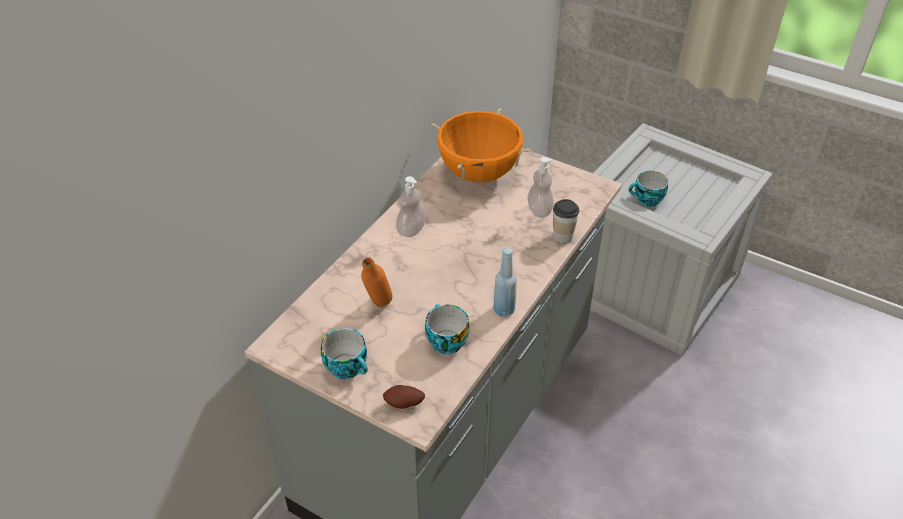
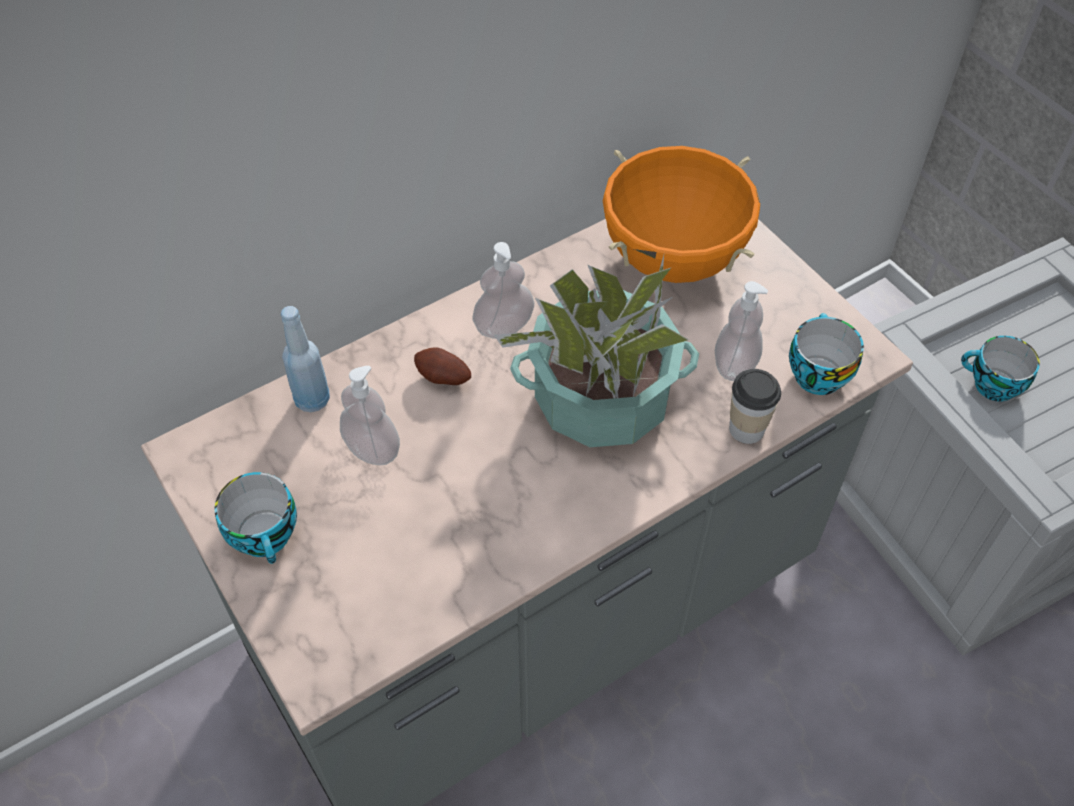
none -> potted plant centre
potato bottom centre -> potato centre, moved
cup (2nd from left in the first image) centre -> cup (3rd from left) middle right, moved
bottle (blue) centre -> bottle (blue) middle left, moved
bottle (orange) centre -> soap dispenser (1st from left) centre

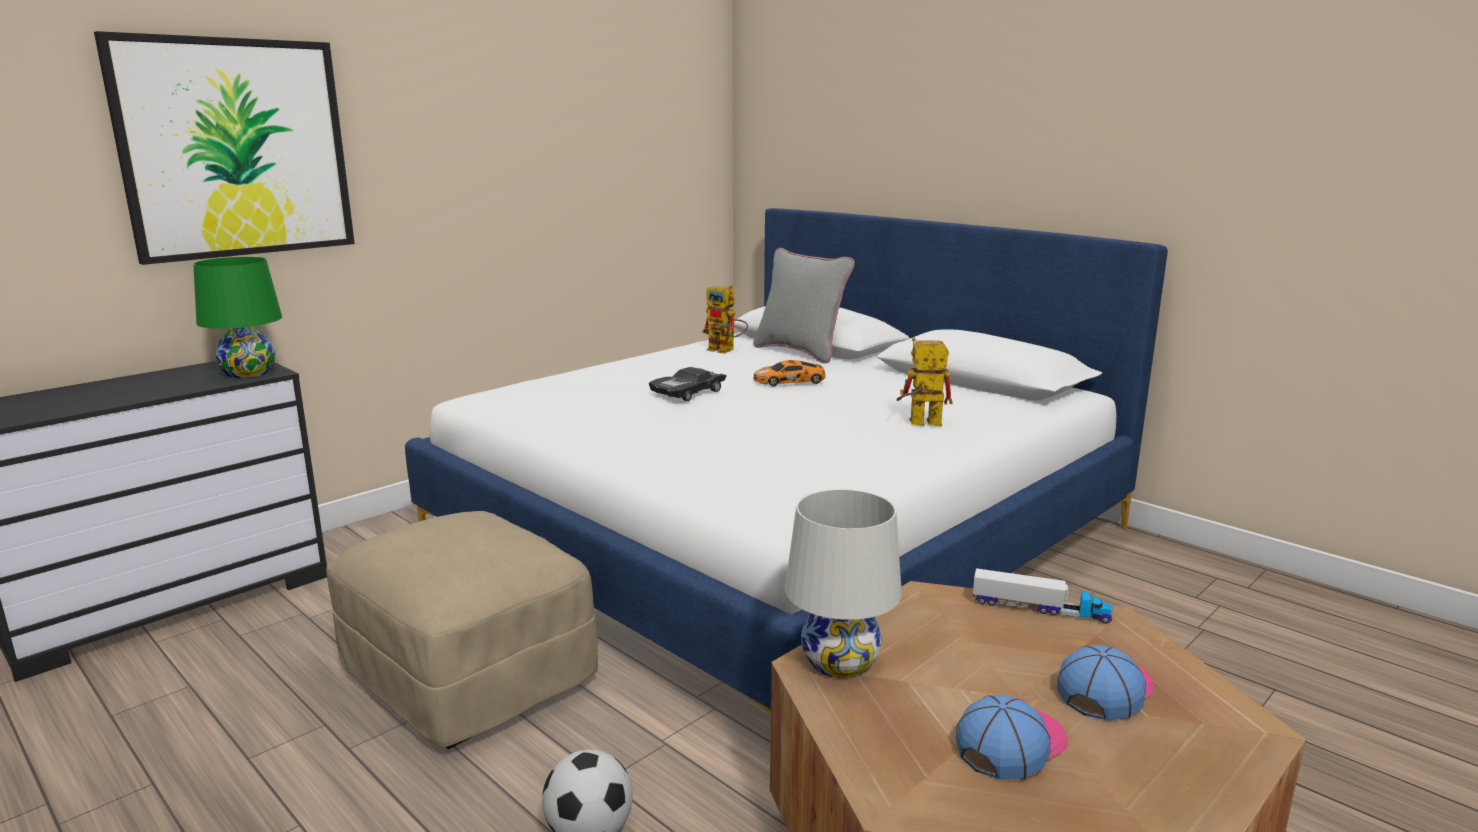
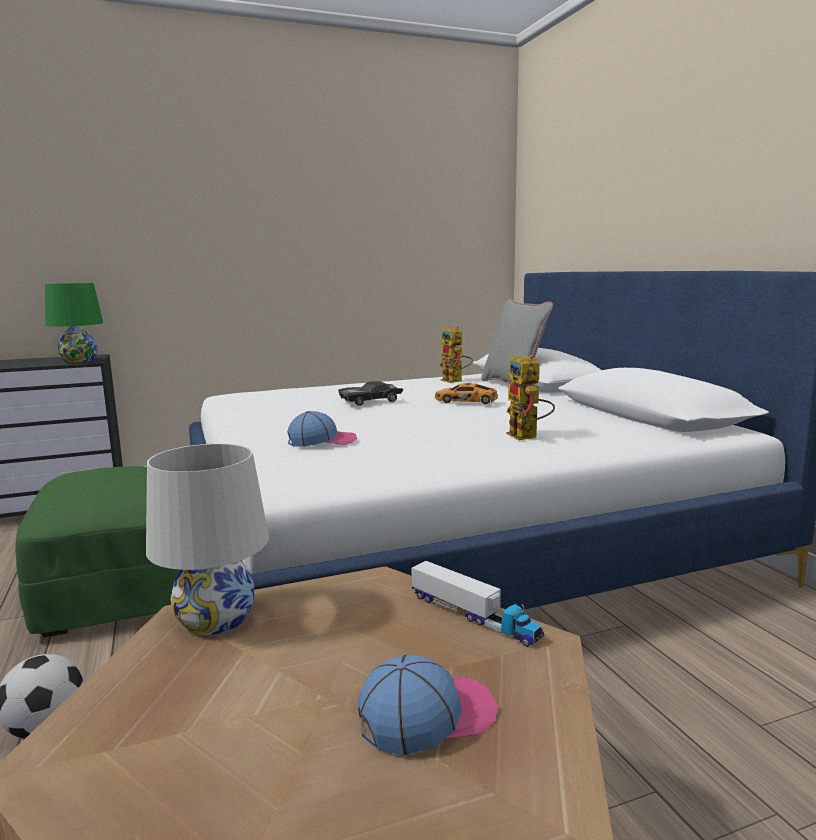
picture top left -> none
cap (1st from left) bottom right -> cap (1st from left) centre, moved
ottoman (beige) bottom left -> ottoman (green) middle left
toy robot (2nd from left) centre, 135 degrees counterclockwise

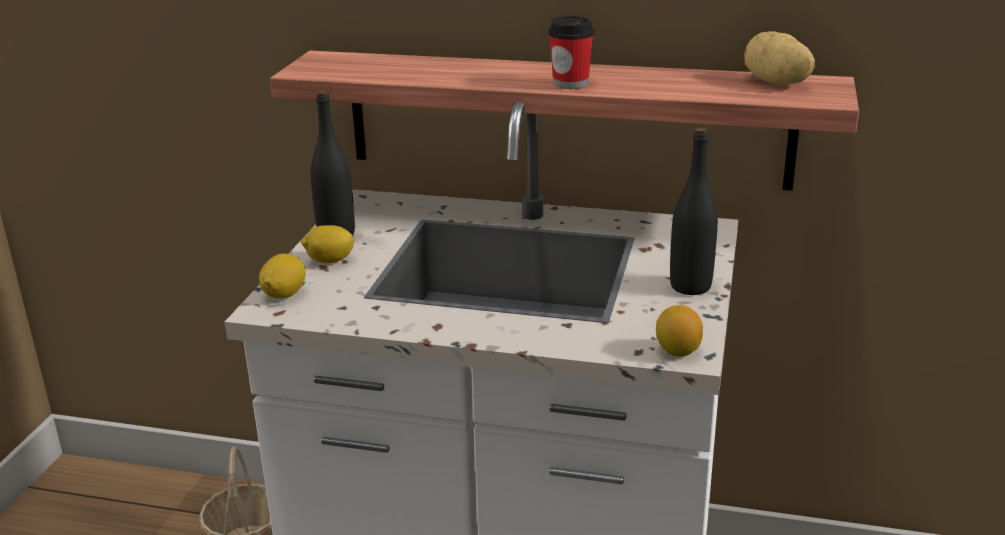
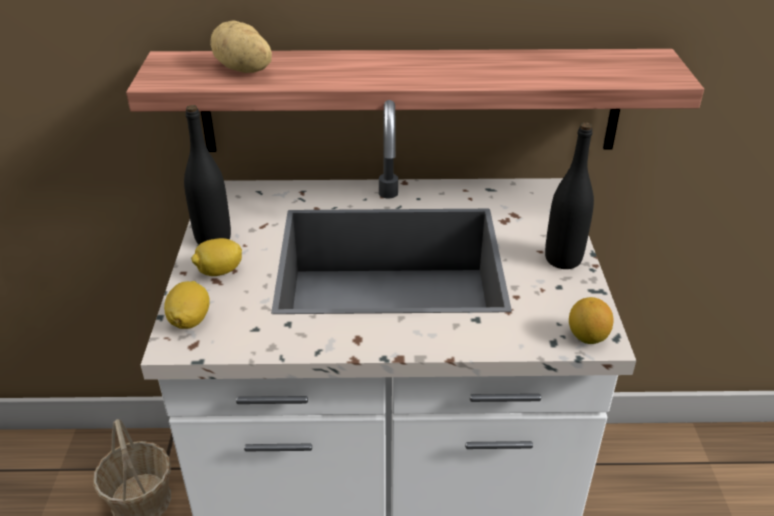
cup top centre -> none
potato top right -> potato top left, moved

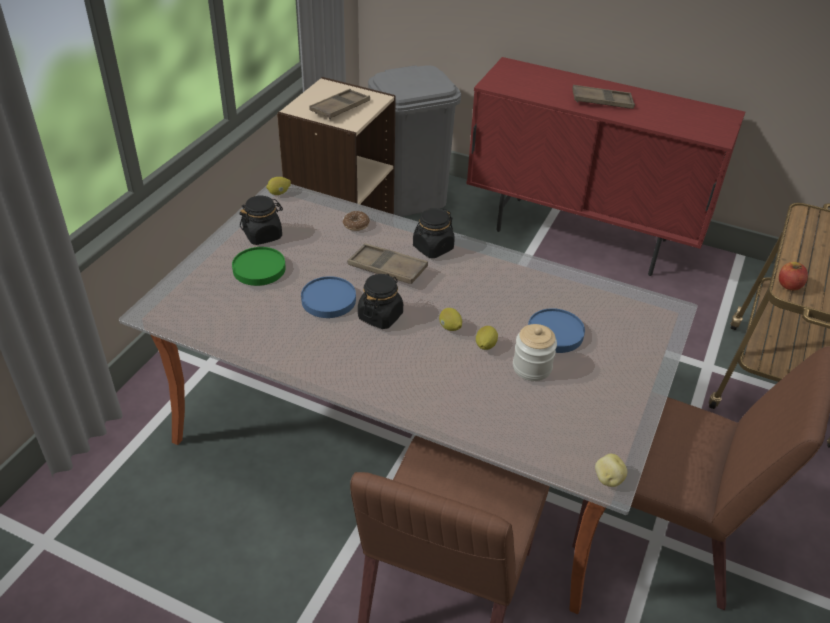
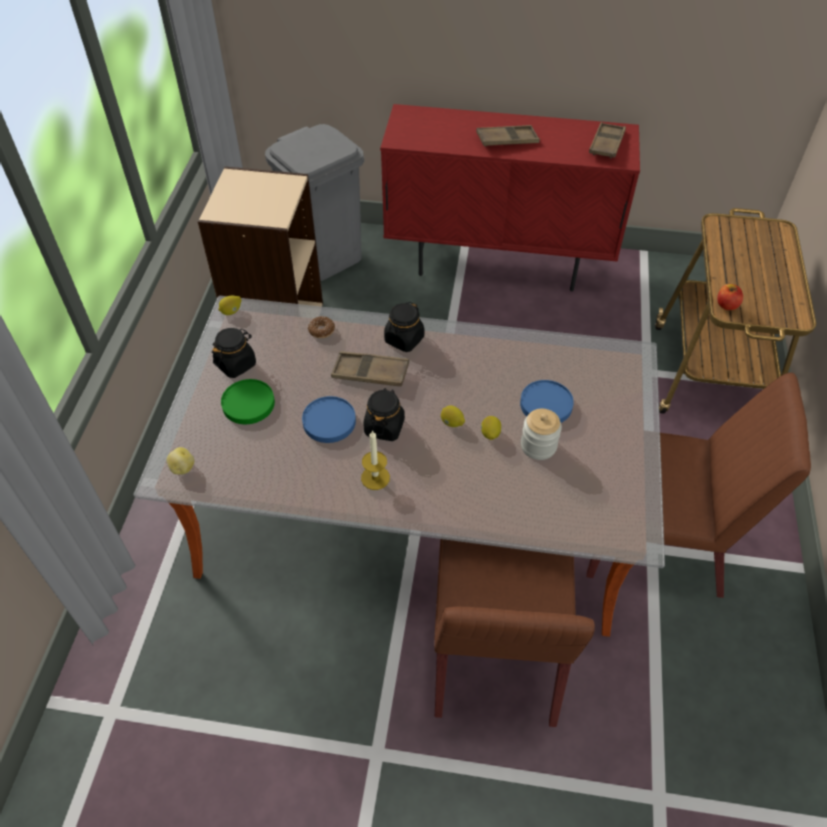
none -> candle centre
tray (brown) (1st from left in the first image) top centre -> tray (brown) (3rd from left) top right, moved
potato bottom right -> potato middle left, moved

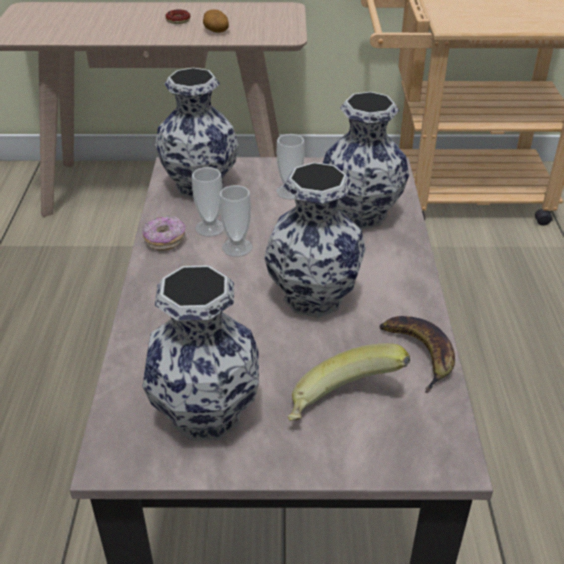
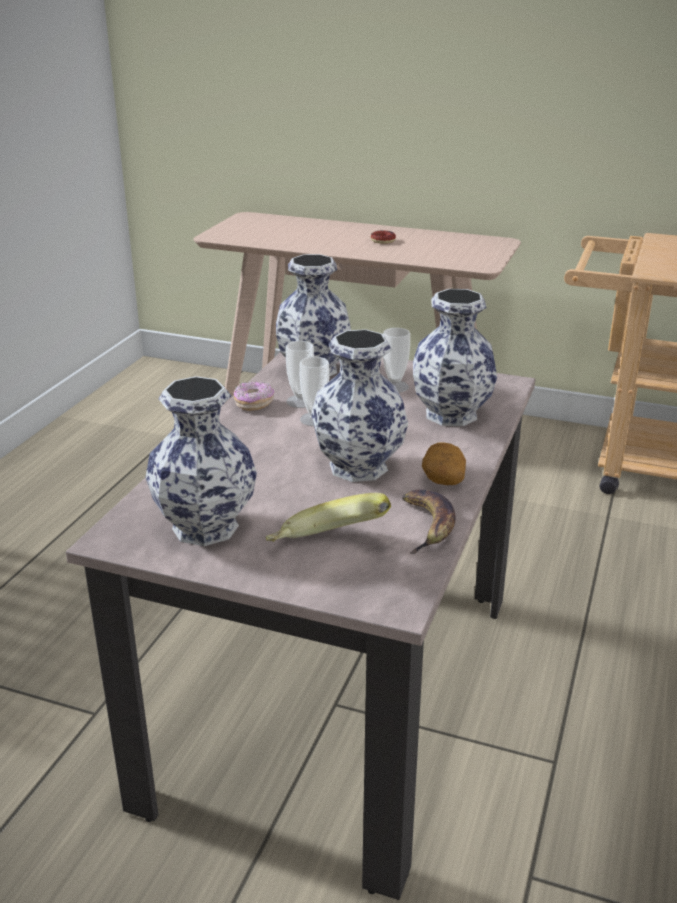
potato top centre -> potato centre, moved

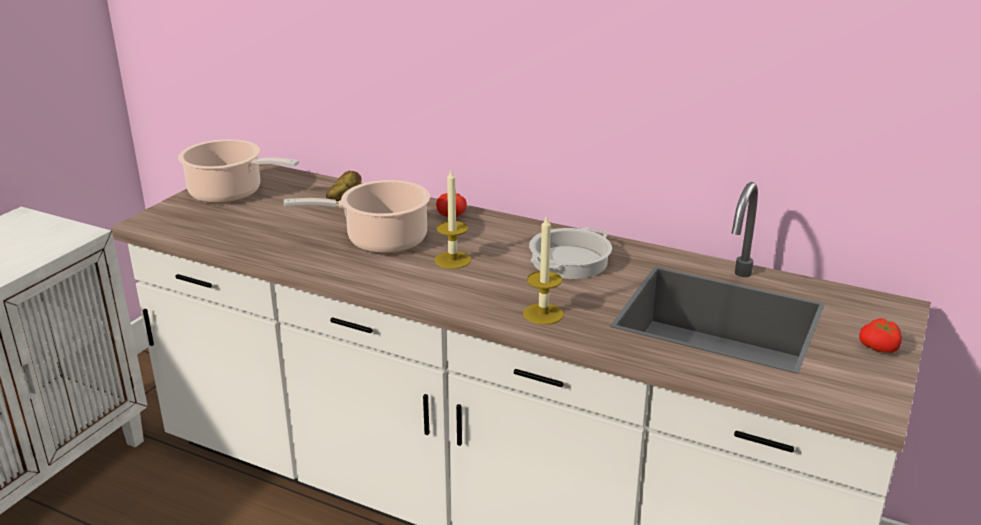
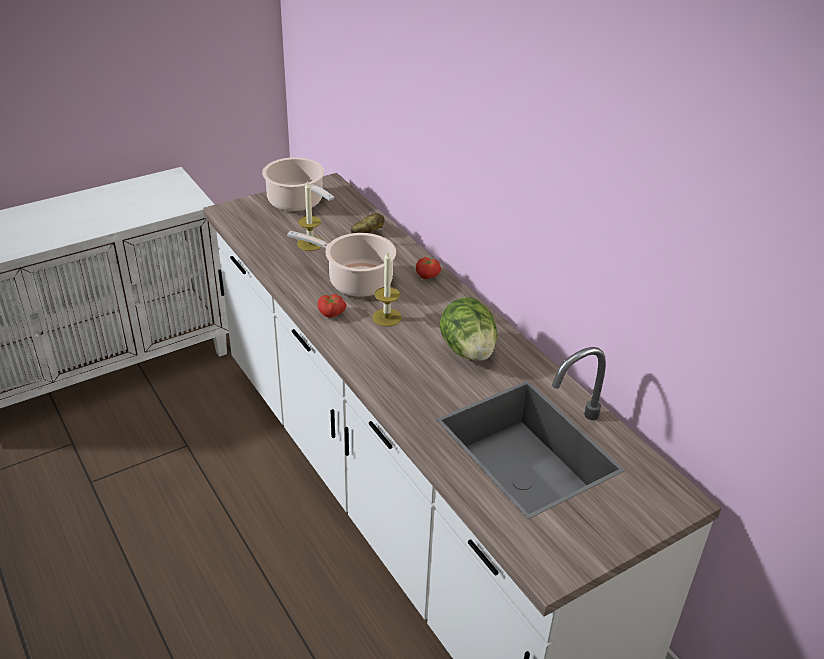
candle (2nd from left in the first image) centre -> candle (1st from left) top centre, moved
tomato (2nd from left in the first image) middle right -> tomato (1st from left) centre, moved
cooking pot (3rd from left) centre -> lettuce centre

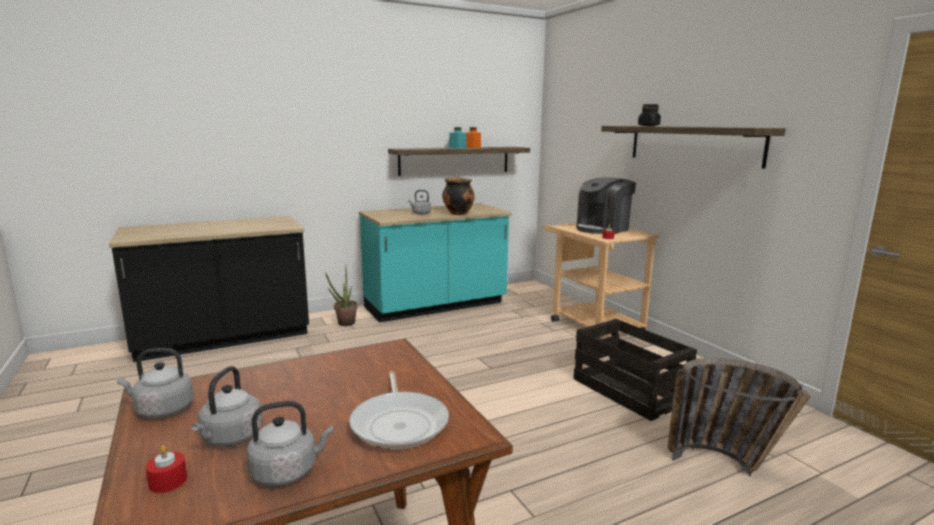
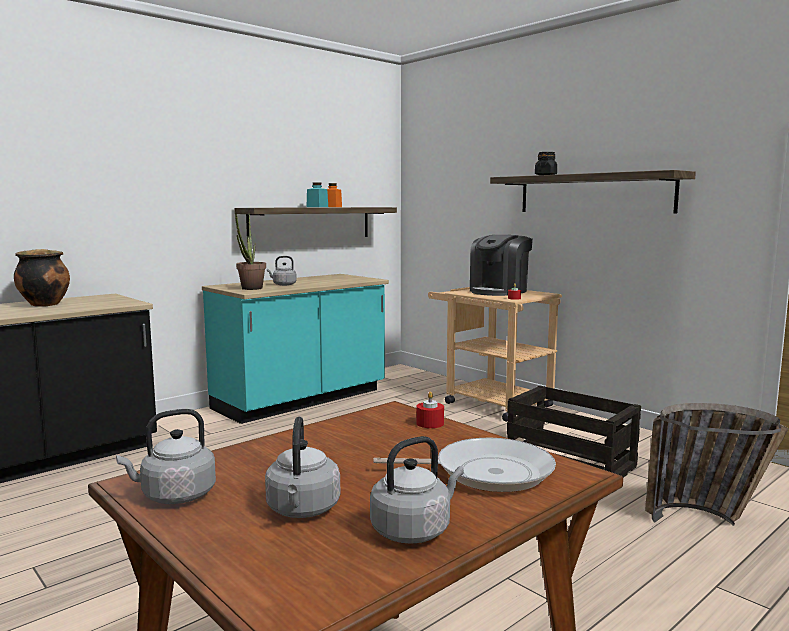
candle (red) (1st from left) bottom left -> candle (red) (1st from left) centre, moved
potted plant centre -> potted plant middle left, moved
cooking pot centre -> cooking pot middle left, moved
frying pan bottom centre, 60 degrees counterclockwise

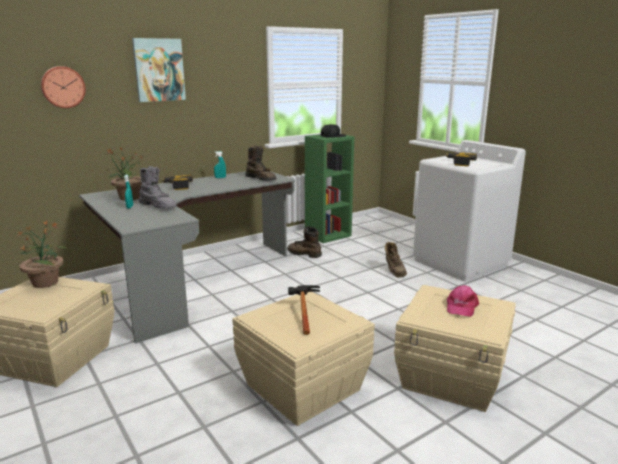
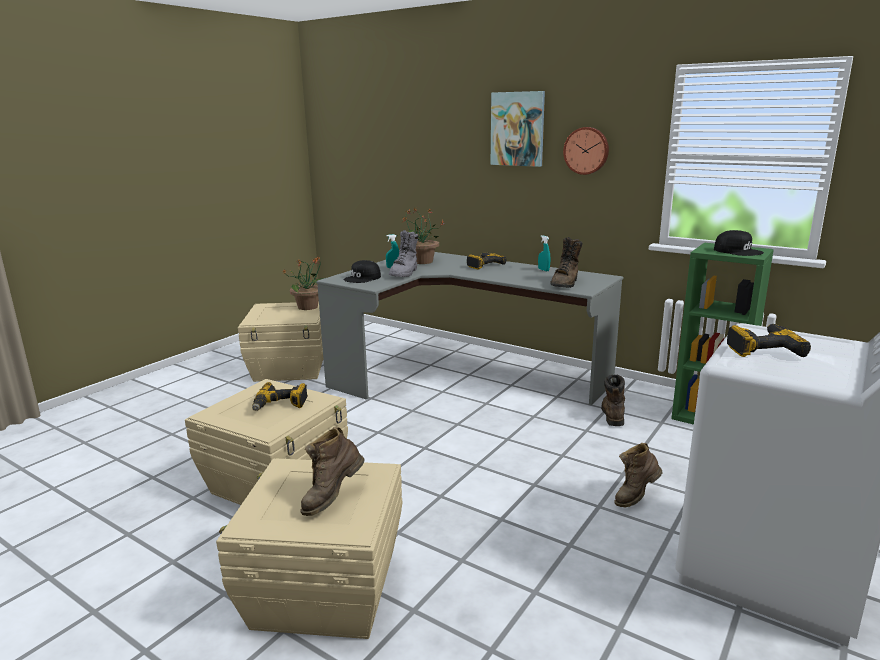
none -> cap (black) (1st from left) centre
wall clock top left -> wall clock top centre, moved
hammer bottom centre -> power drill (1st from left) middle left
cap (pink) middle right -> boot (brown) (1st from left) bottom centre

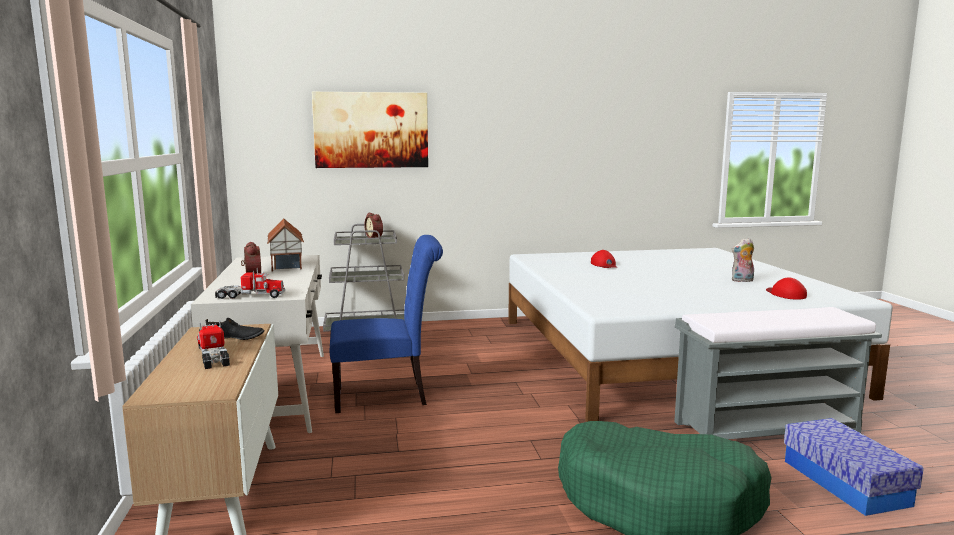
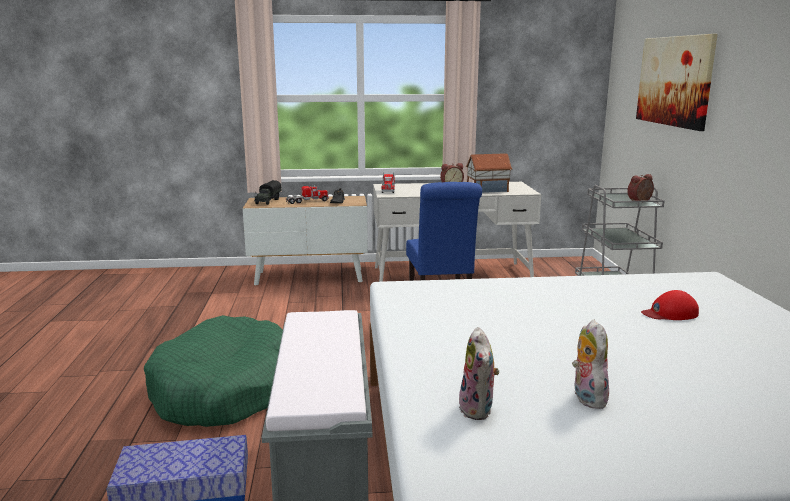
none -> toy truck (1st from left) centre
cap (red) (2nd from left) middle right -> plush toy (1st from left) bottom centre

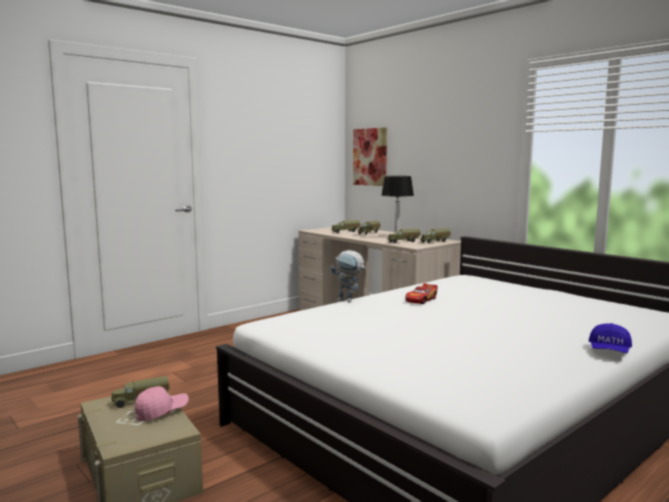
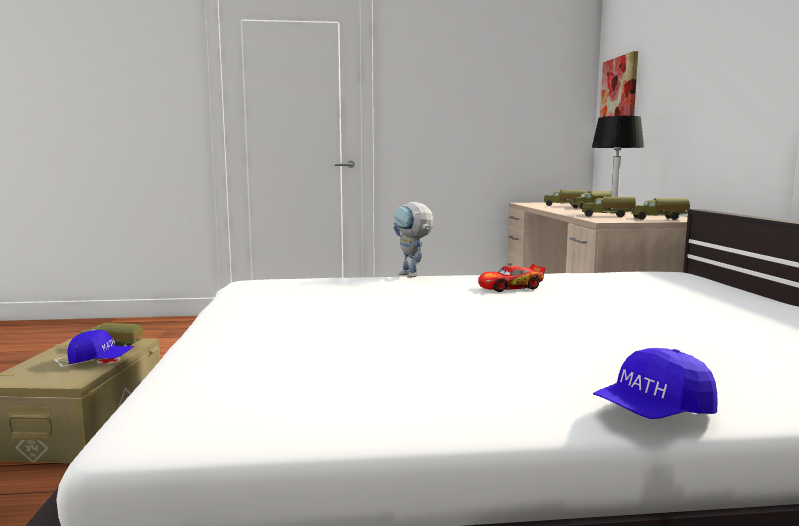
cap (pink) bottom left -> cap (blue) (1st from left) middle left

